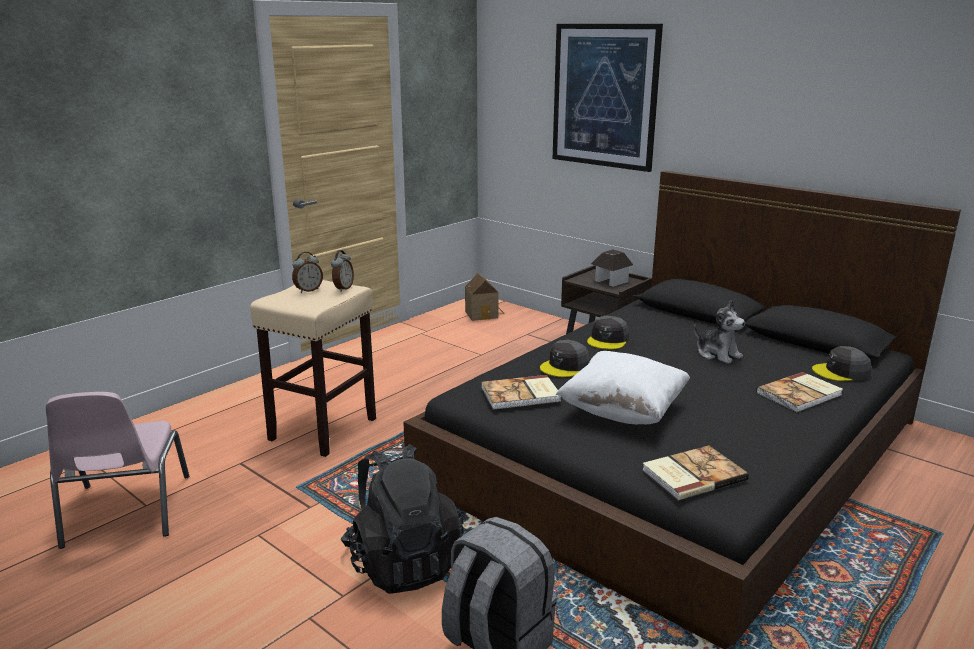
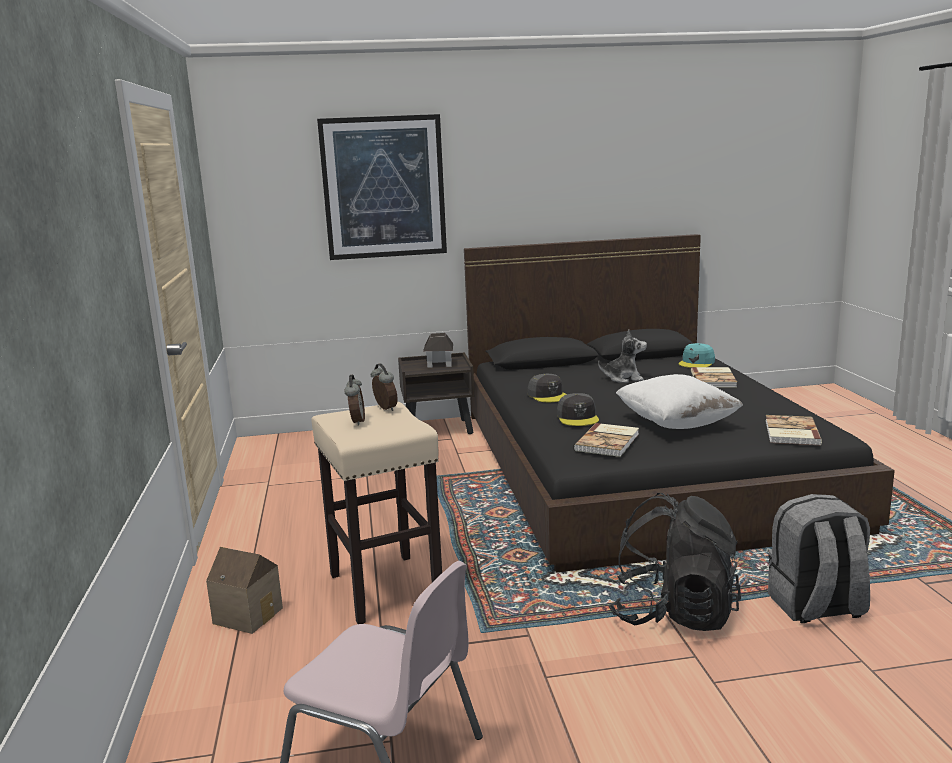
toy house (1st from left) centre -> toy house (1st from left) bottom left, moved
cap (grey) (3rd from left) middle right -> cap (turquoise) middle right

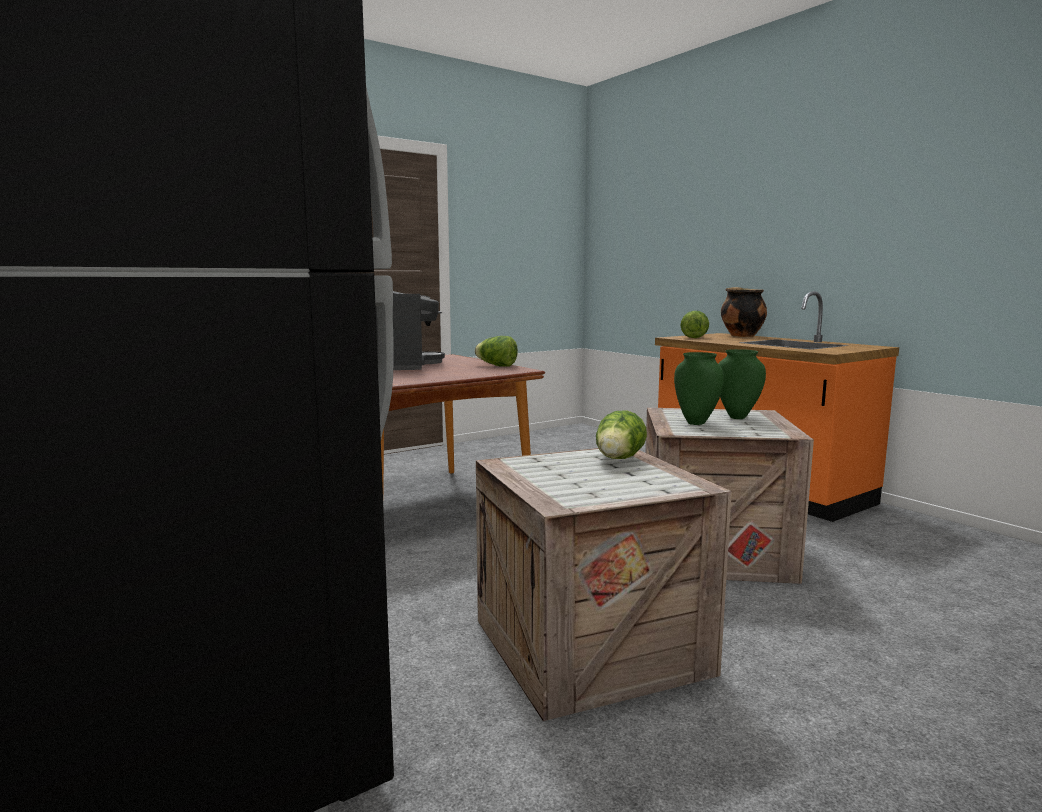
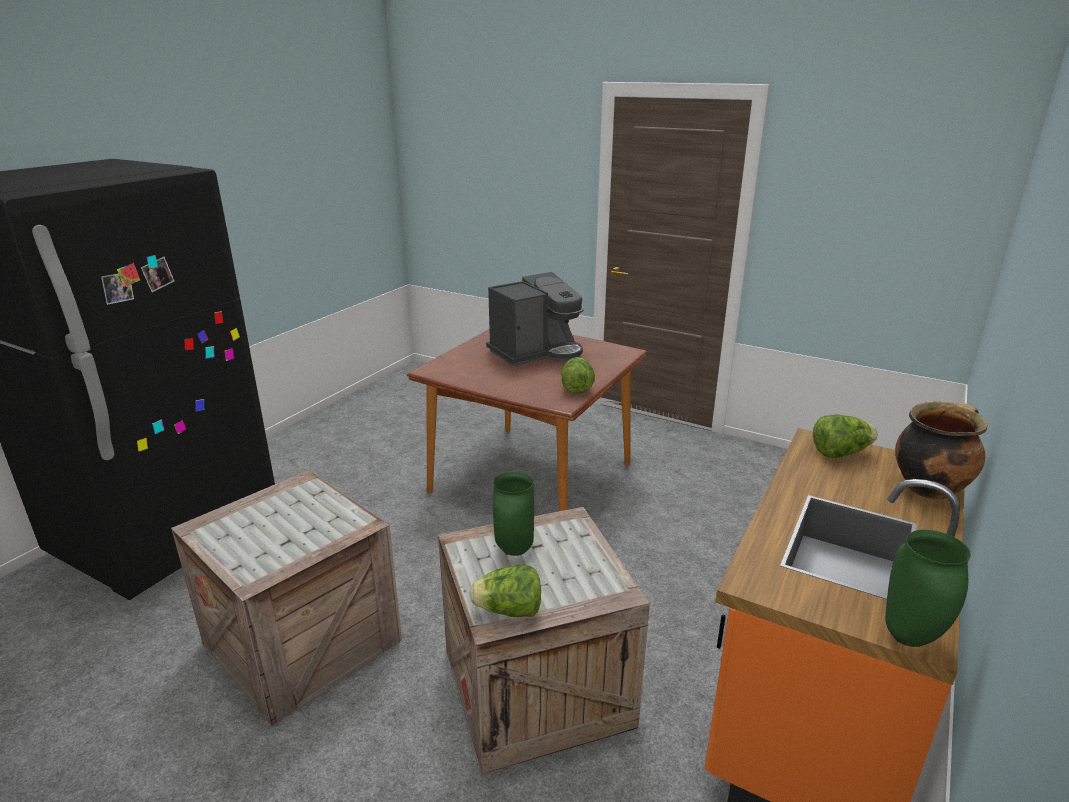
lettuce (2nd from left in the first image) centre -> lettuce (1st from left) bottom centre, moved
vase (green) (2nd from left) middle right -> vase (green) (2nd from left) bottom right, moved

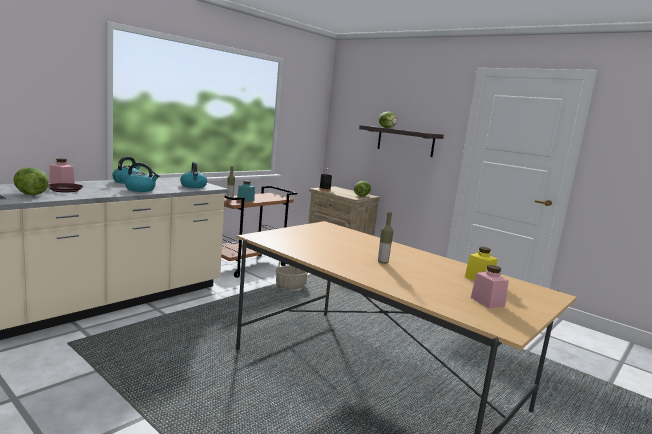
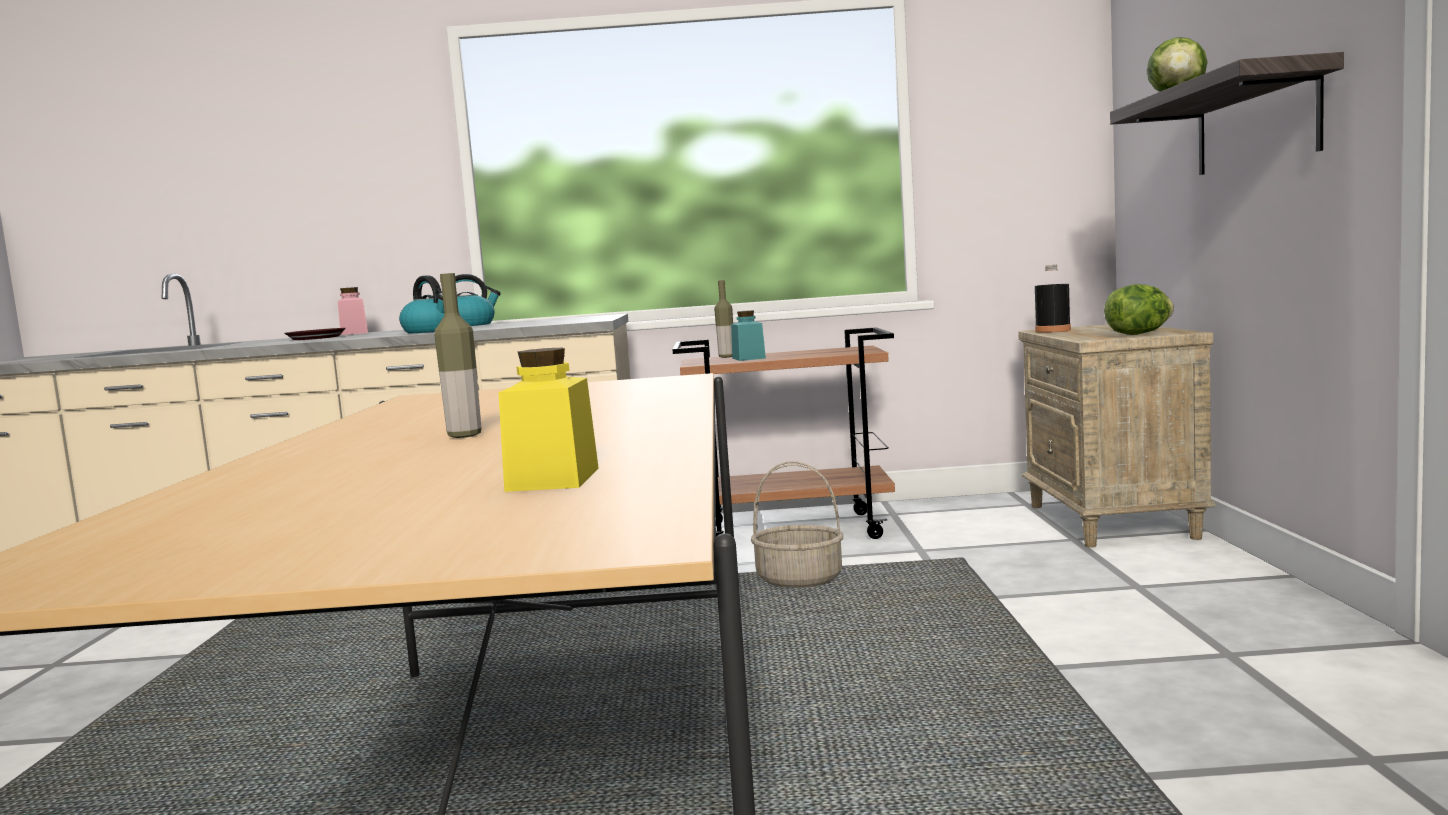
lettuce (1st from left) middle left -> none
kettle (3rd from left) middle left -> none
jar (pink) (2nd from left) middle right -> none

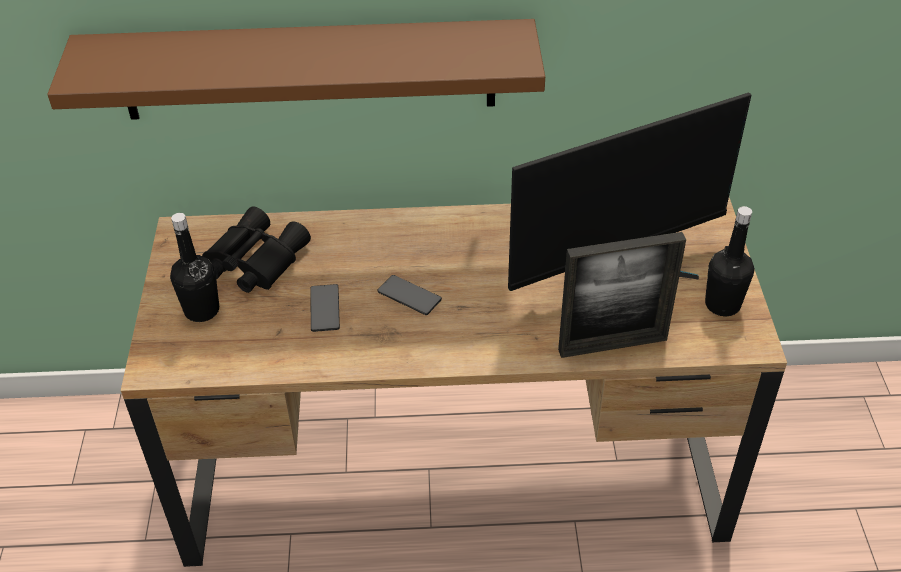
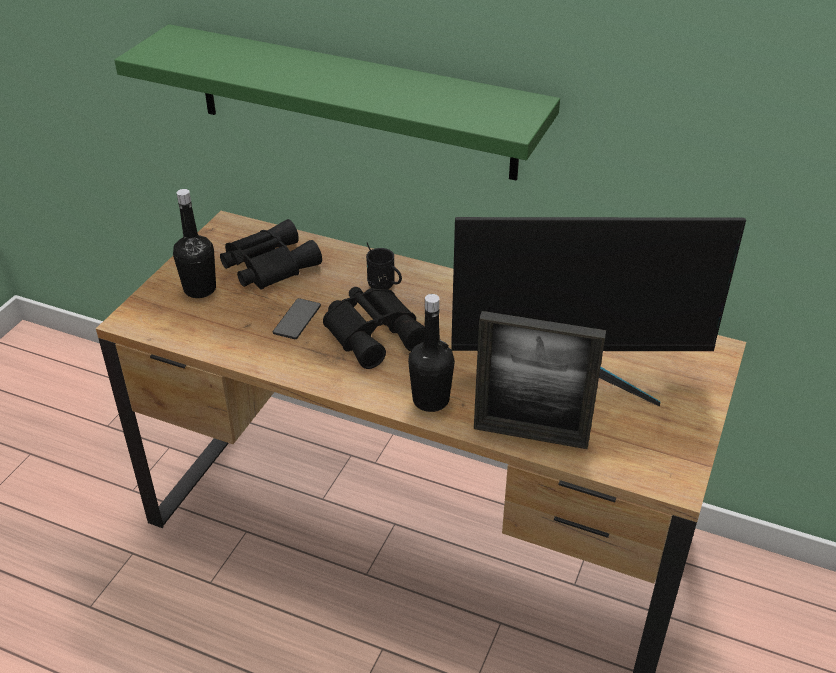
none -> mug (black) centre
bottle (black) (2nd from left) middle right -> bottle (black) (2nd from left) centre, moved
phone (2nd from left) centre -> binoculars (black) (2nd from left) centre
shelf (brown) top left -> shelf (green) top centre

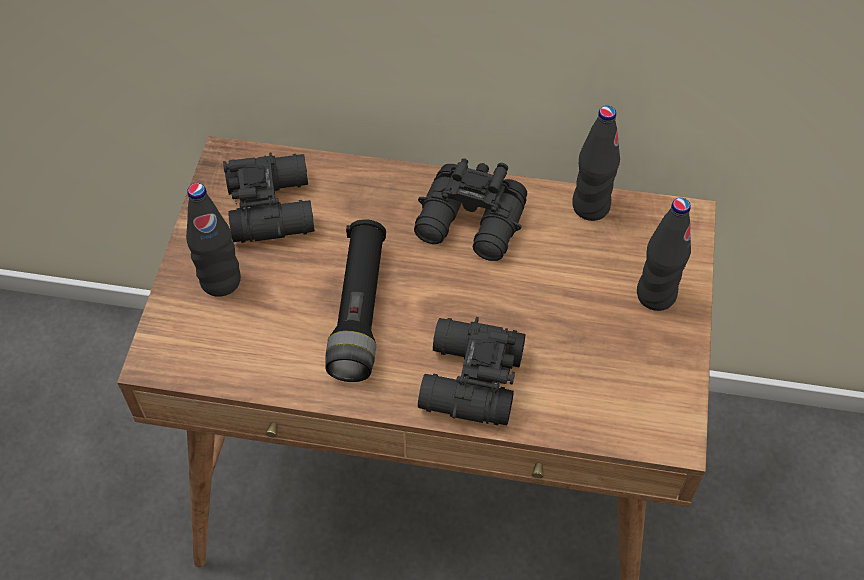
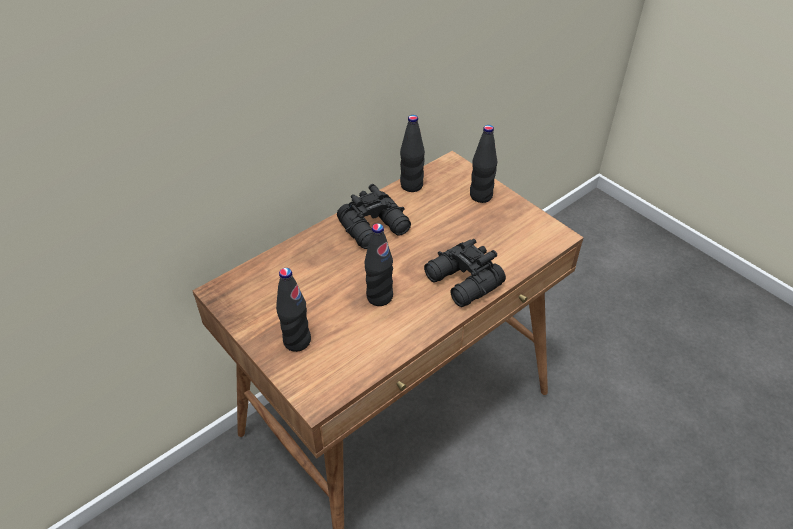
binoculars (black) (1st from left) middle left -> none
flashlight (black) centre -> bottle (black) (2nd from left) centre

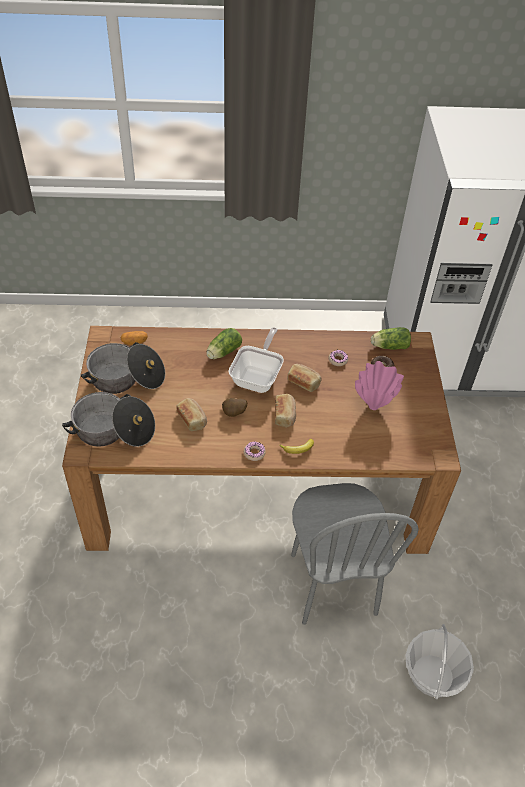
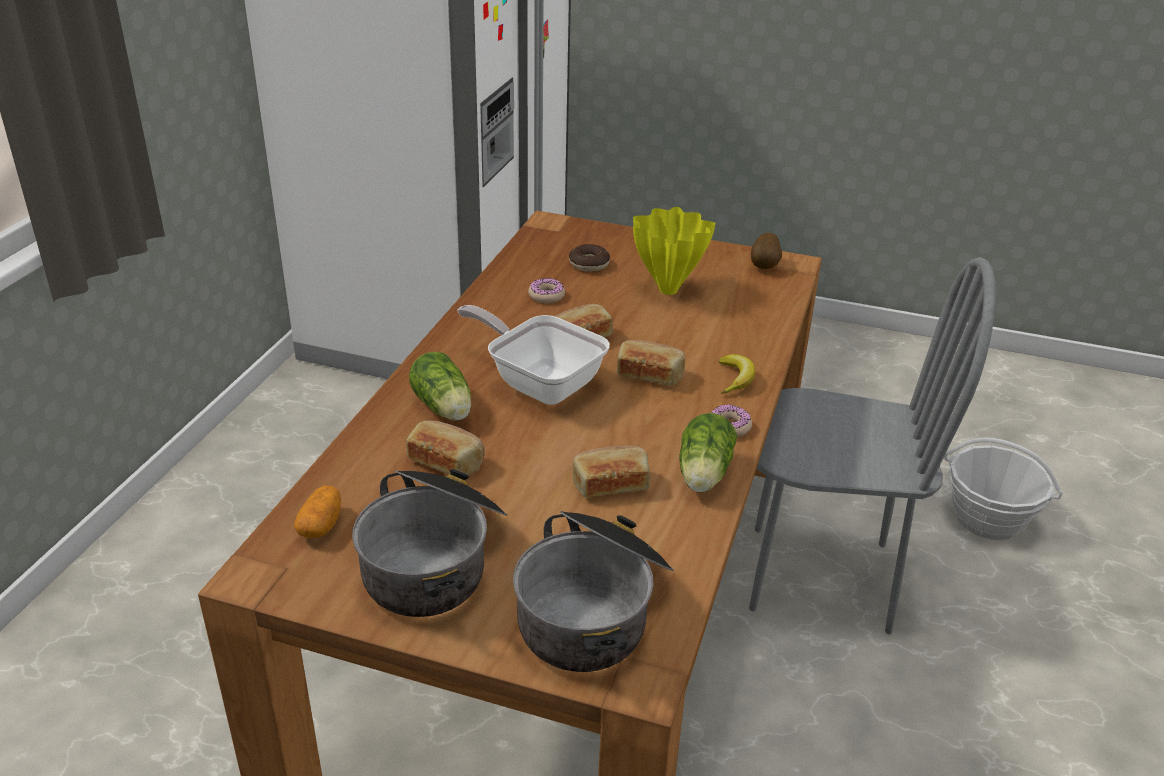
none -> bread (1st from left) centre
potato (2nd from left) centre -> potato (2nd from left) top centre, moved
lettuce (2nd from left) middle right -> lettuce (2nd from left) centre, moved
vase (pink) middle right -> vase (yellow) top centre

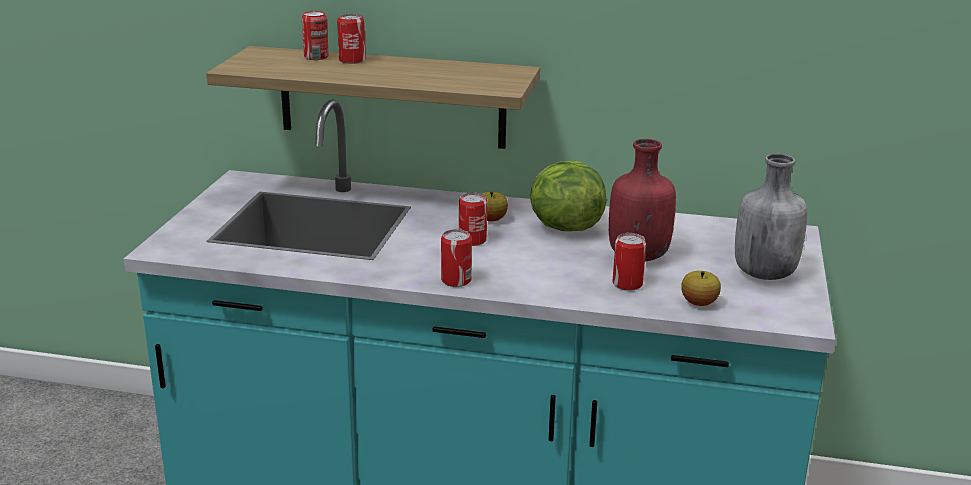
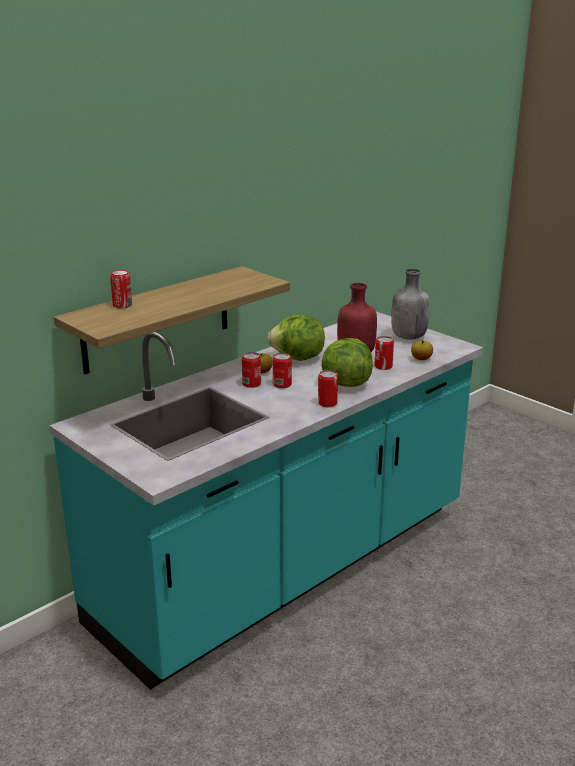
none -> lettuce (2nd from left) centre
can (2nd from left) top centre -> can (2nd from left) centre, moved

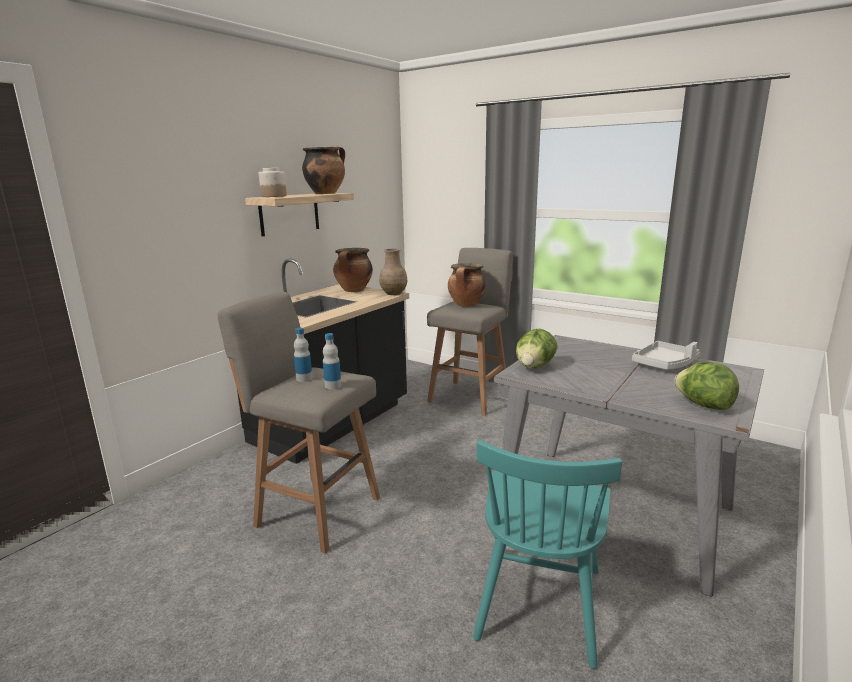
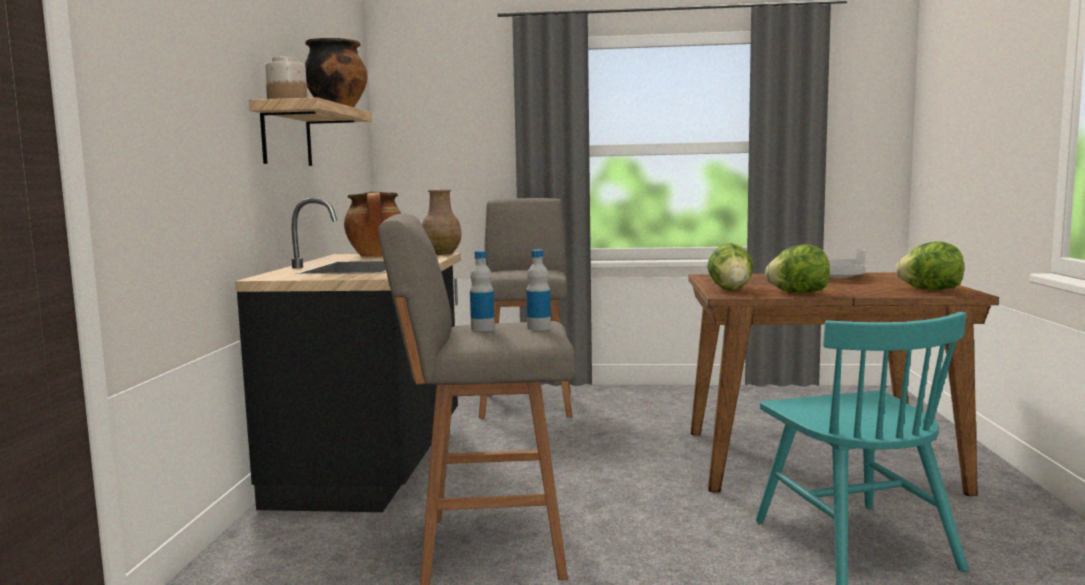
cooking pot (3rd from left) centre -> none
none -> lettuce (2nd from left) middle right
dining table (grey) bottom right -> dining table (brown) middle right

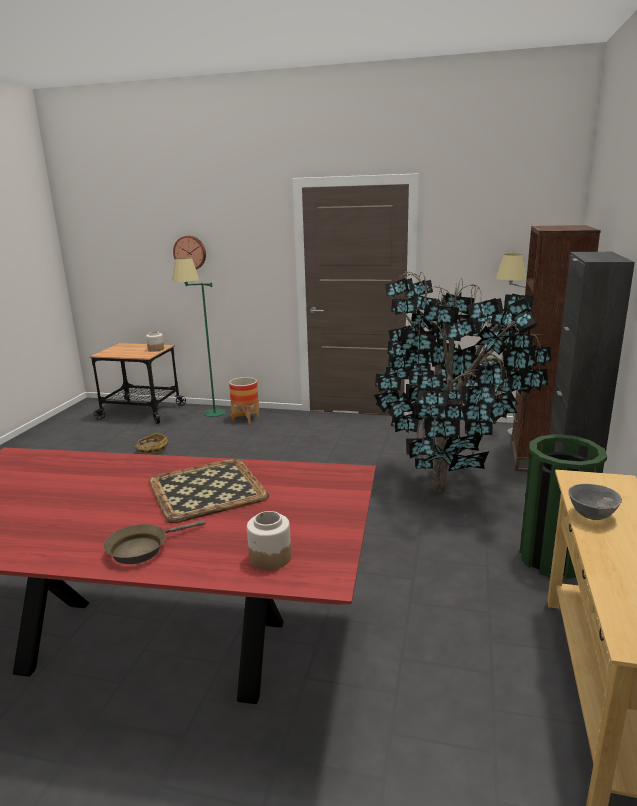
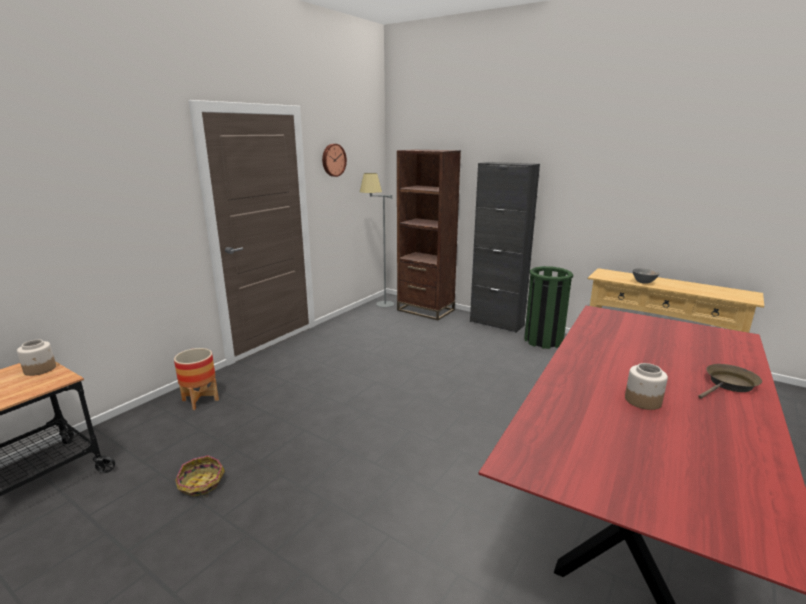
tray middle left -> none
floor lamp (green) middle left -> none
potted plant middle right -> none
wall clock top left -> wall clock top centre, moved
jar (2nd from left) bottom centre -> jar (2nd from left) middle right, moved
frying pan (brown) bottom left -> frying pan (brown) middle right, 105 degrees counterclockwise

